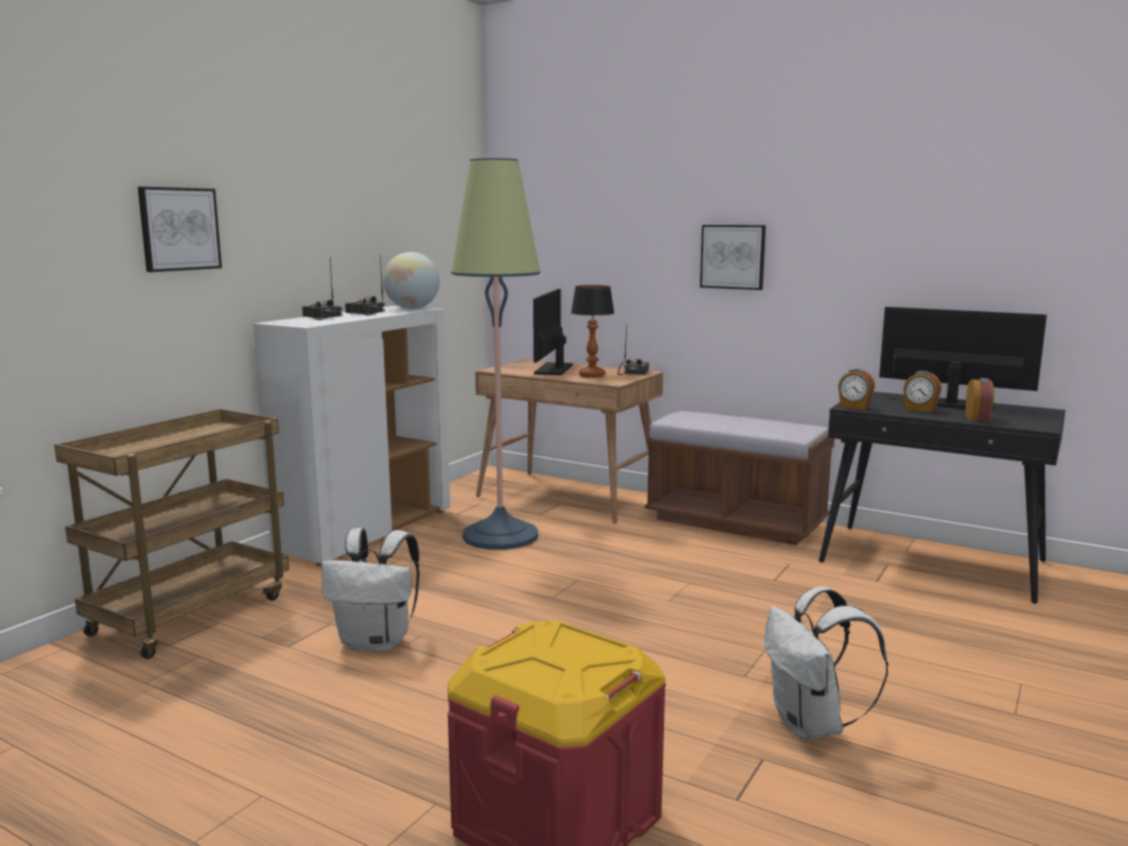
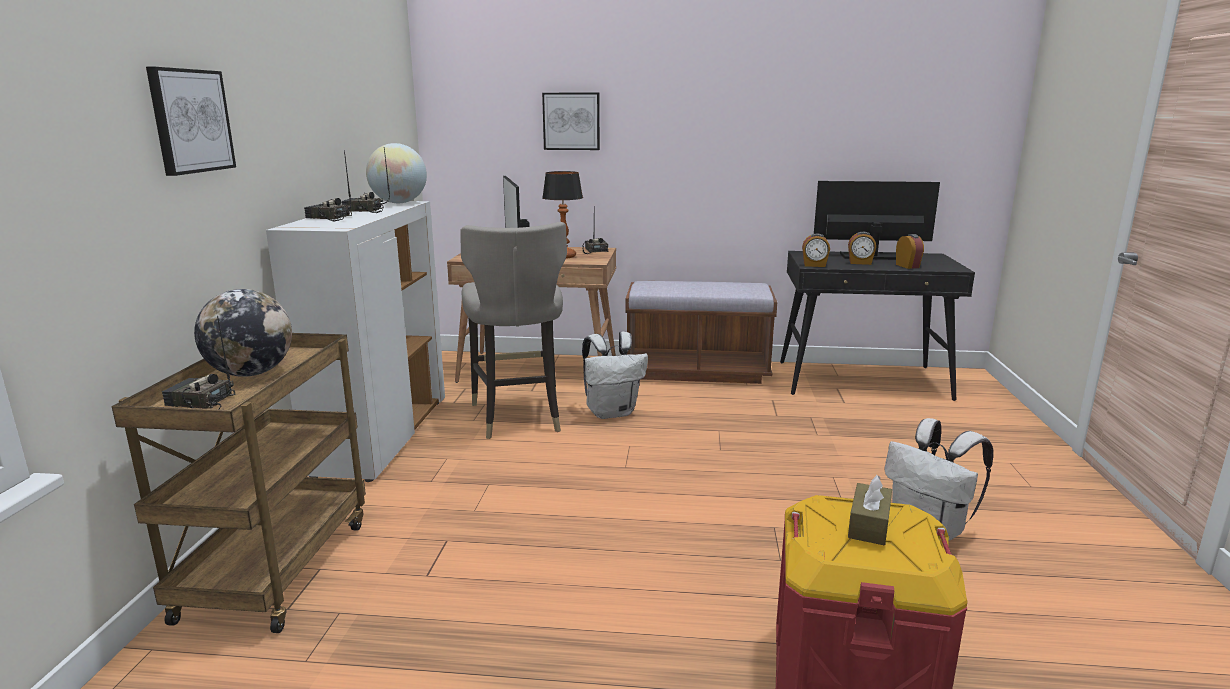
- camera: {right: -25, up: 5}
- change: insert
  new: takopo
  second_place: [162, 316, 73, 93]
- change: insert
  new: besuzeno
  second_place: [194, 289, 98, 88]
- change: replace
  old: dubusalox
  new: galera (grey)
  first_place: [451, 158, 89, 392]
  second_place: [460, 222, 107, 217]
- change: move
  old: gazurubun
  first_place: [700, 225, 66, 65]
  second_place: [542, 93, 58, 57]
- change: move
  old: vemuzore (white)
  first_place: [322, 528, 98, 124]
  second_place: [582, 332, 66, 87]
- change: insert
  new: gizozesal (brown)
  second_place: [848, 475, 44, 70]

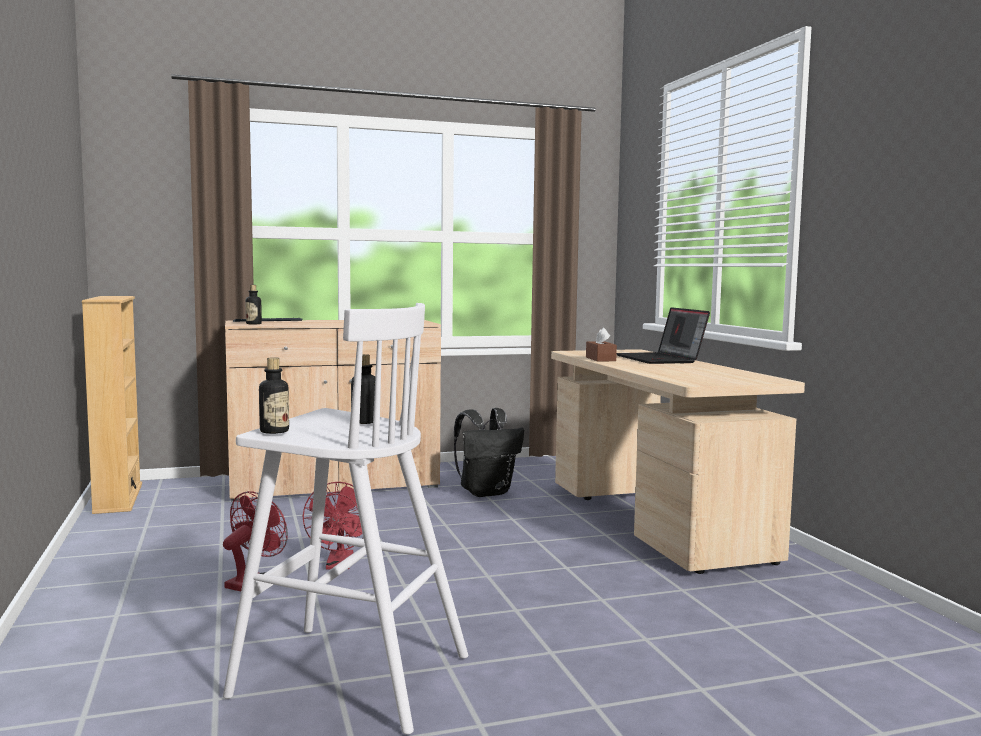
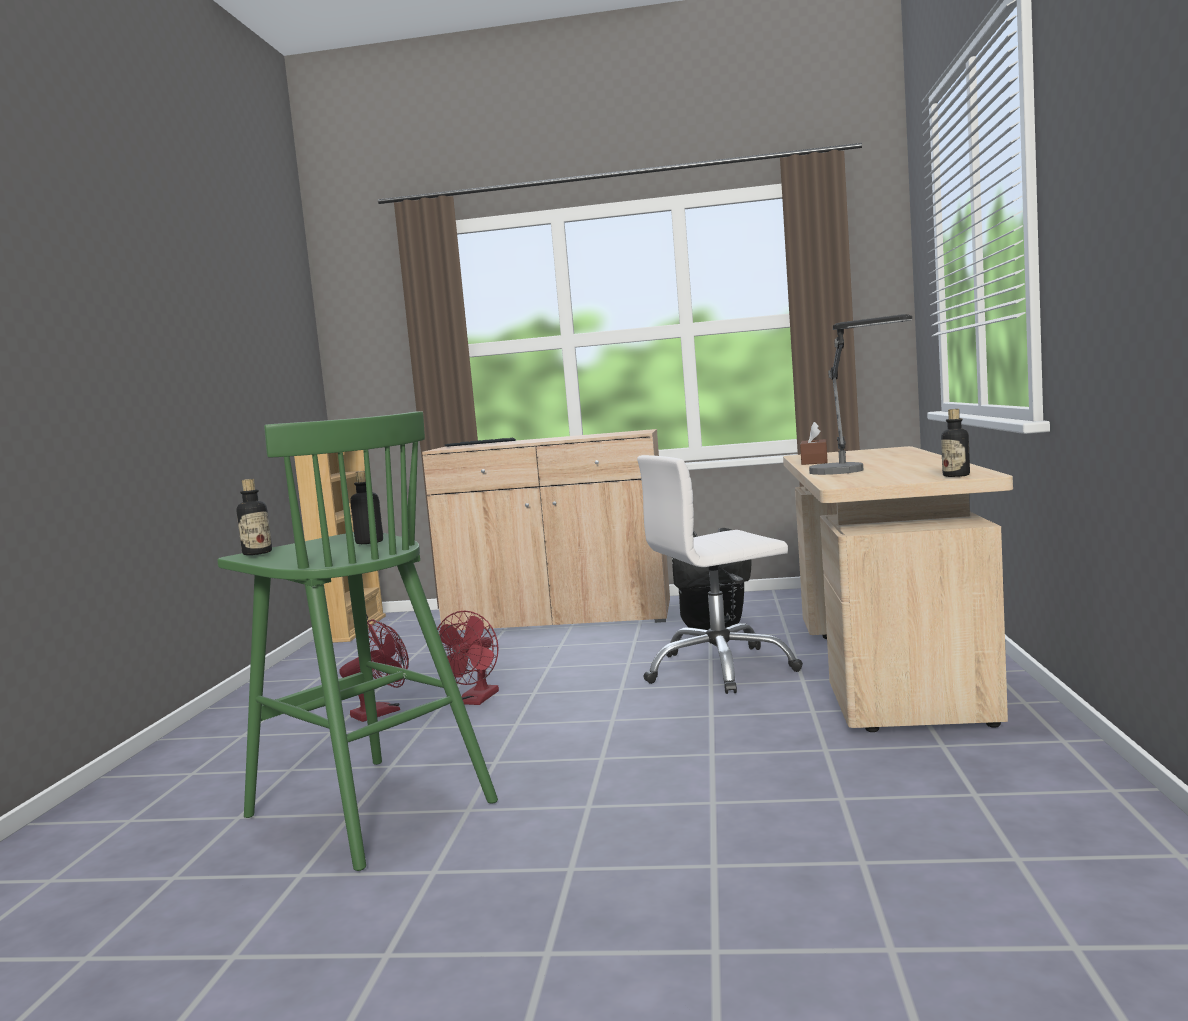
- camera: {right: 25, up: 0}
- change: recolor
  old: galera (white)
  new: galera (green)
  first_place: [223, 303, 245, 432]
  second_place: [217, 411, 281, 460]
- change: insert
  new: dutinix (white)
  second_place: [637, 455, 166, 239]
- change: insert
  new: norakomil
  second_place: [809, 314, 103, 161]
- change: move
  old: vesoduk
  first_place: [246, 285, 16, 39]
  second_place: [941, 409, 29, 68]
- change: delete
  old: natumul
  first_place: [617, 307, 93, 57]

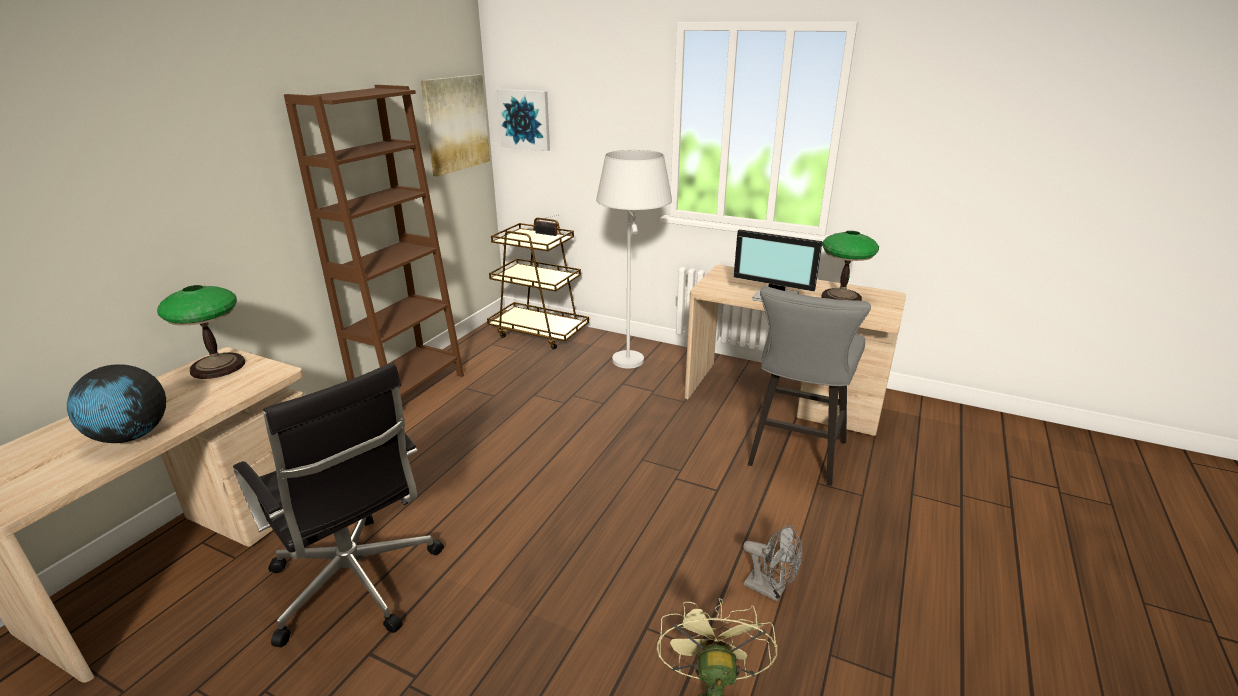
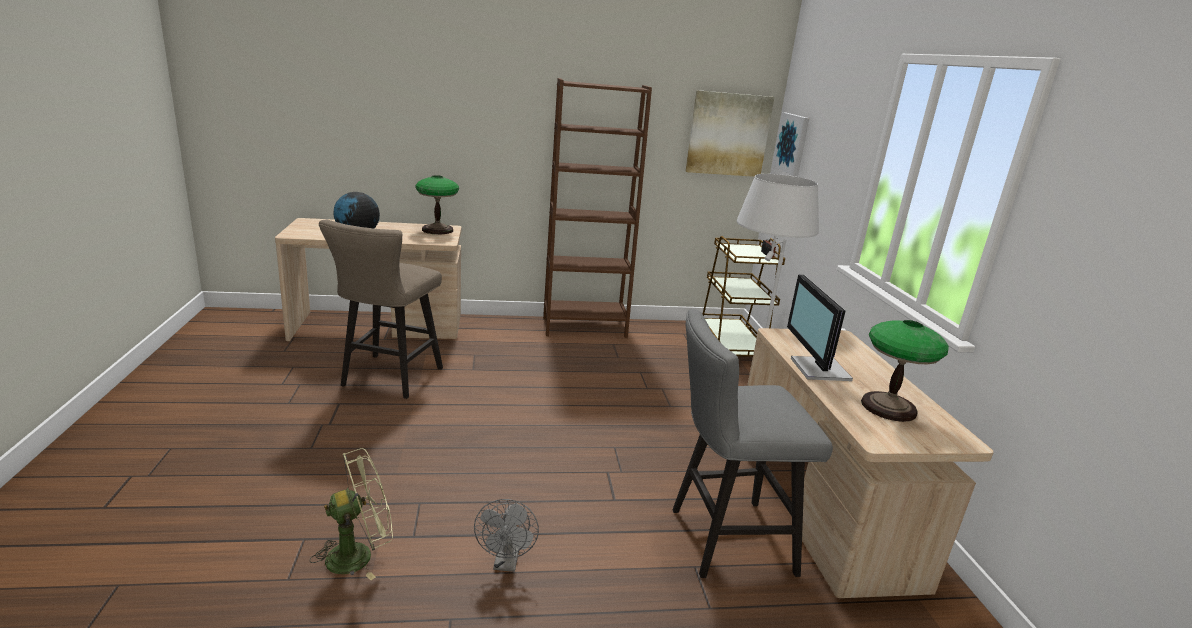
- camera: {right: 55, up: -5}
- change: replace
  old: dutinix (black)
  new: galera (beige)
  first_place: [233, 363, 211, 284]
  second_place: [319, 220, 124, 179]

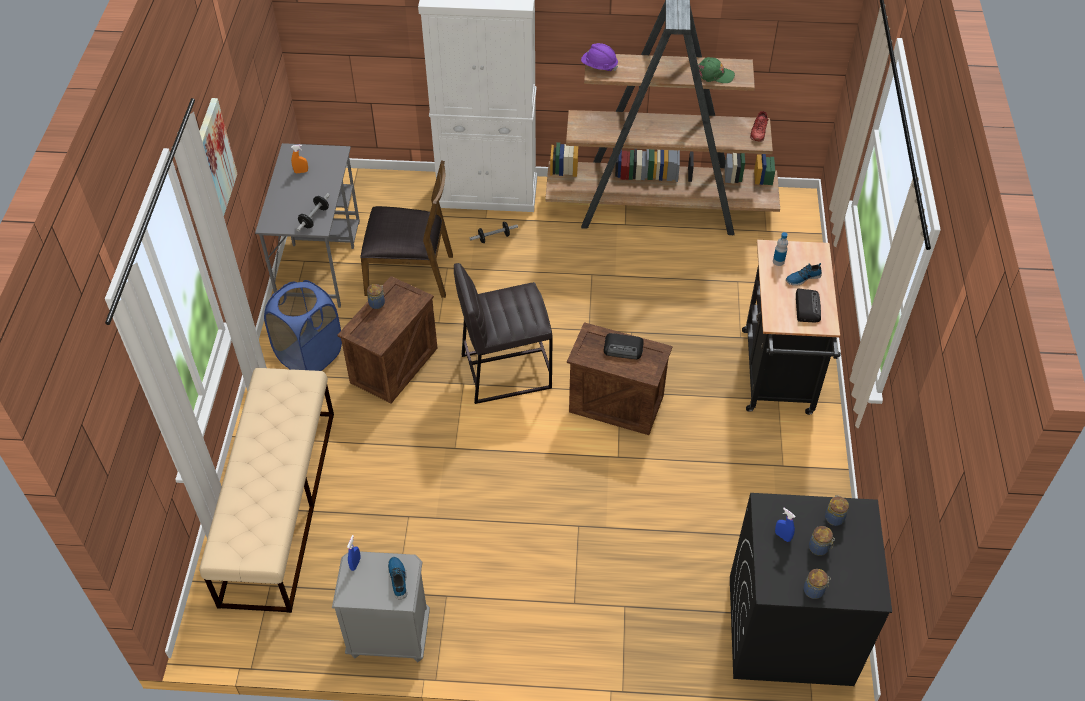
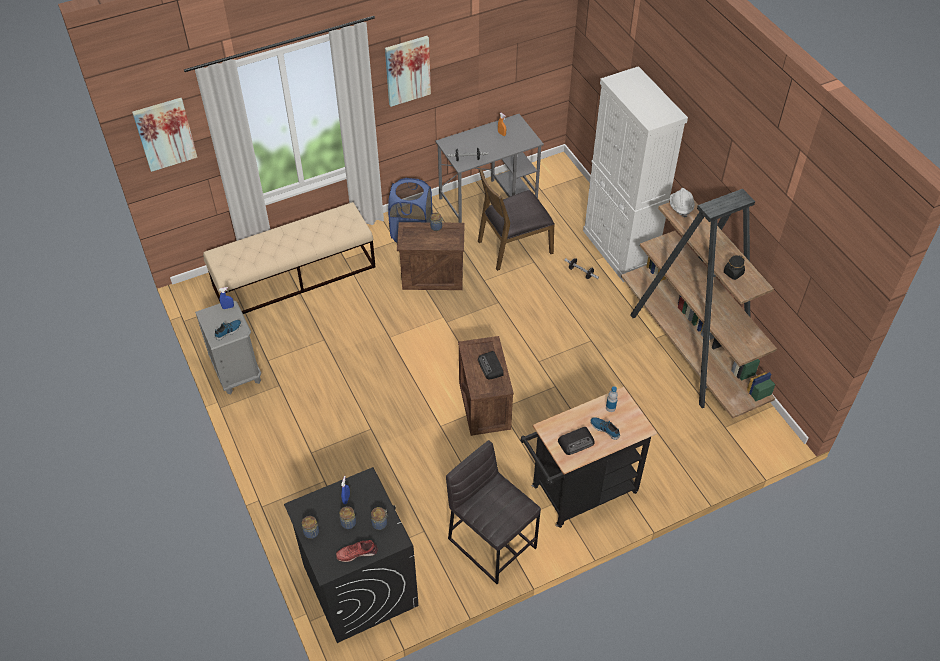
- camera: {right: 60, up: 0}
- change: insert
  new: gazurubun
  second_place: [132, 98, 65, 74]
- change: move
  old: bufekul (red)
  first_place: [750, 111, 19, 31]
  second_place: [336, 540, 42, 22]
- change: move
  old: galera (grey)
  first_place: [454, 263, 98, 141]
  second_place: [446, 440, 95, 144]
- change: rotate
  old: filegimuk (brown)
  first_place: [360, 160, 93, 138]
  second_place: [478, 168, 77, 103]
  degrees: 90
- change: recolor
  old: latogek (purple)
  new: latogek (white)
  first_place: [581, 43, 37, 28]
  second_place: [670, 188, 25, 30]
- change: replace
  old: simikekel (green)
  new: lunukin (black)
  first_place: [698, 57, 37, 26]
  second_place: [724, 255, 21, 25]

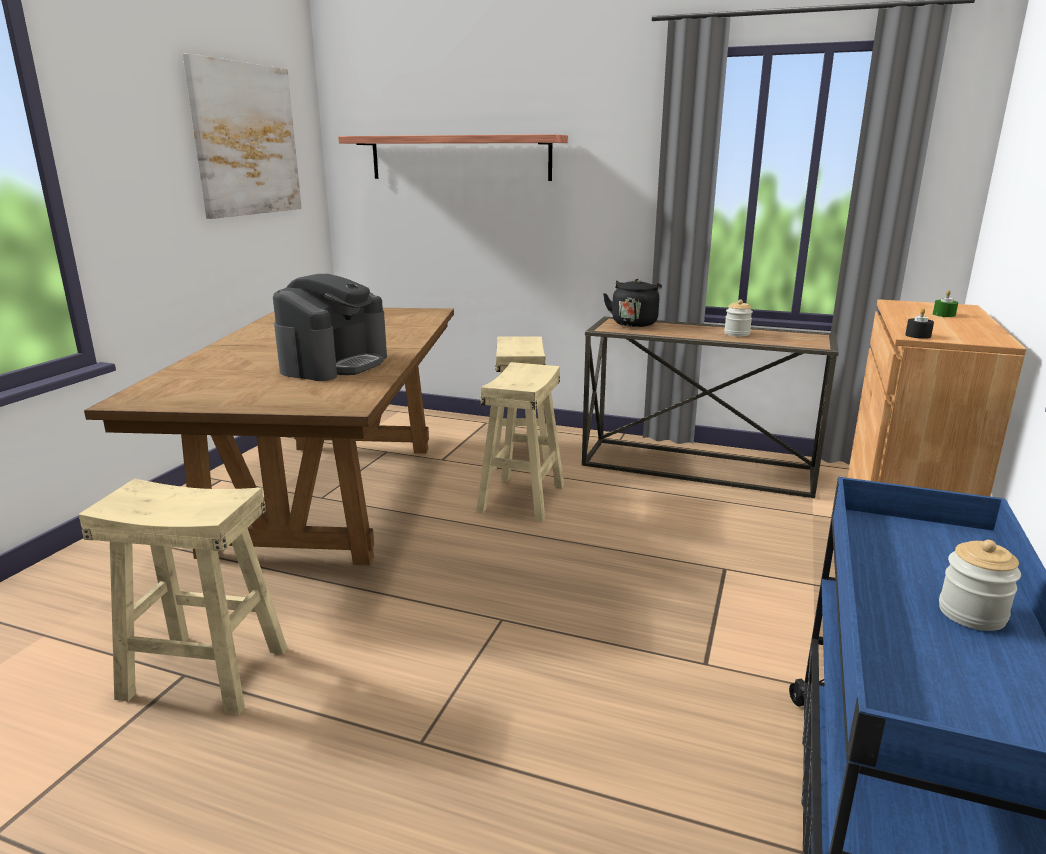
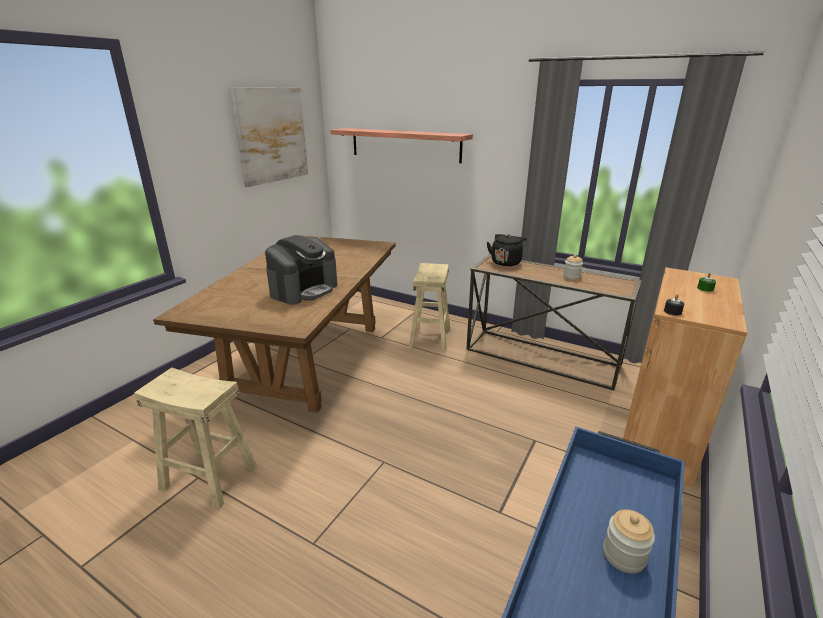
- camera: {right: 10, up: 5}
- change: delete
  old: galera (beige)
  first_place: [476, 362, 88, 160]

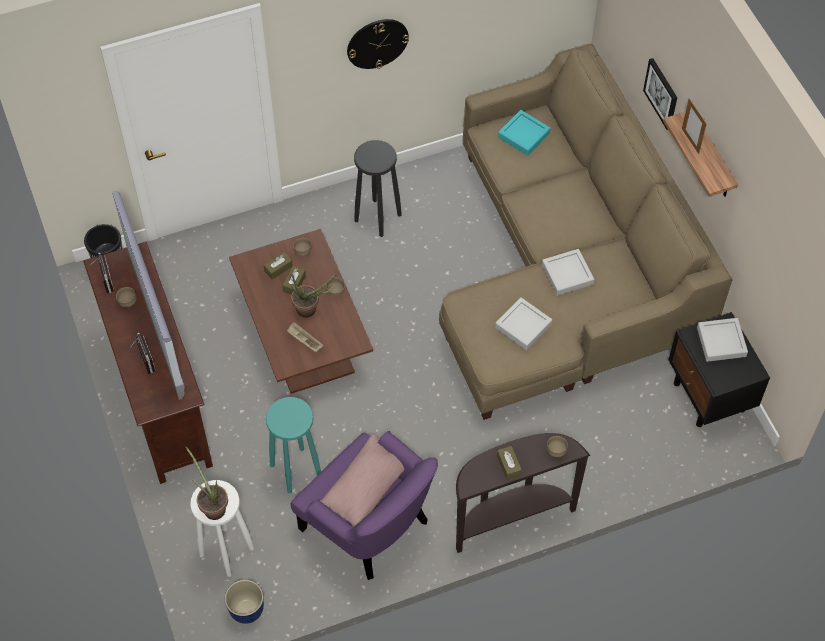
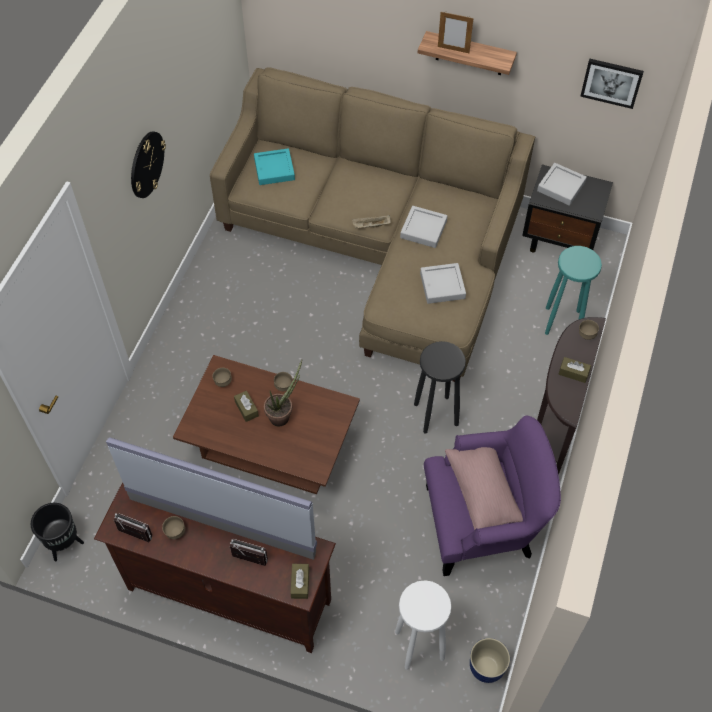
- camera: {right: -50, up: 0}
- change: move
  old: gizozesal (brown)
  first_place: [263, 252, 30, 28]
  second_place: [290, 564, 19, 35]
- change: move
  old: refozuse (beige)
  first_place: [287, 322, 37, 30]
  second_place: [352, 215, 39, 13]
- change: move
  old: galera (black)
  first_place: [354, 140, 48, 97]
  second_place: [414, 341, 52, 93]
- change: move
  old: galera (turquoise)
  first_place: [266, 397, 55, 96]
  second_place: [545, 246, 57, 89]
- change: move
  old: gazurubun
  first_place: [643, 58, 34, 72]
  second_place: [580, 59, 64, 50]
- change: delete
  old: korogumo
  first_place: [185, 446, 43, 74]

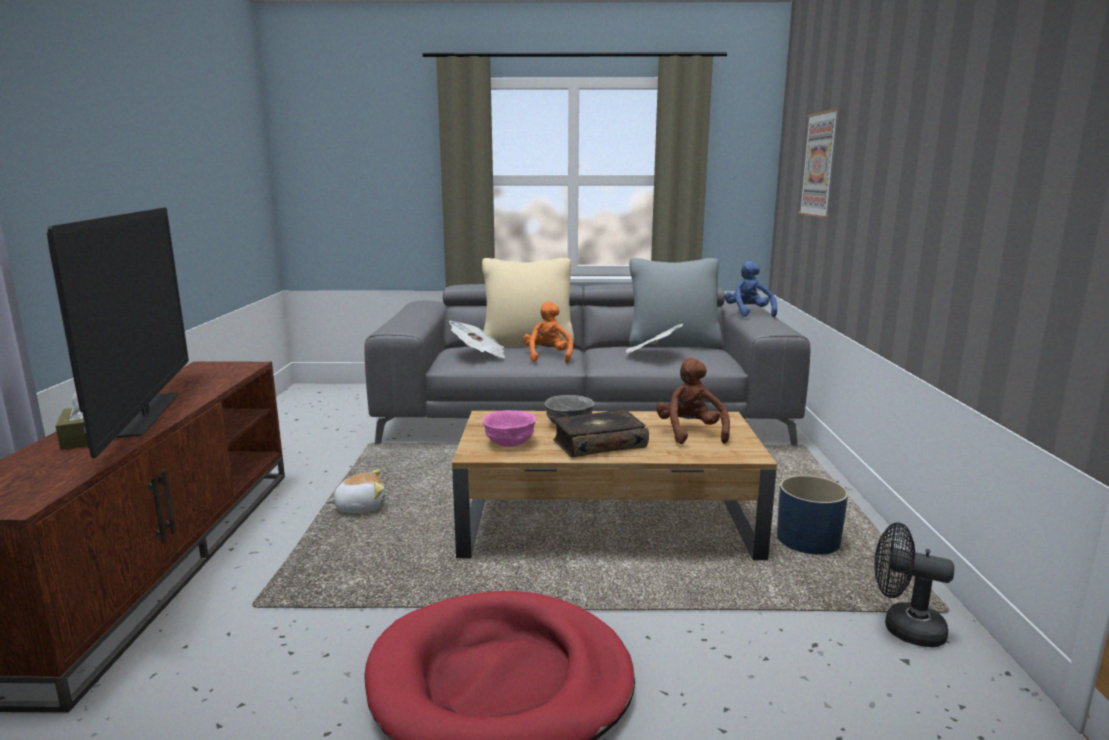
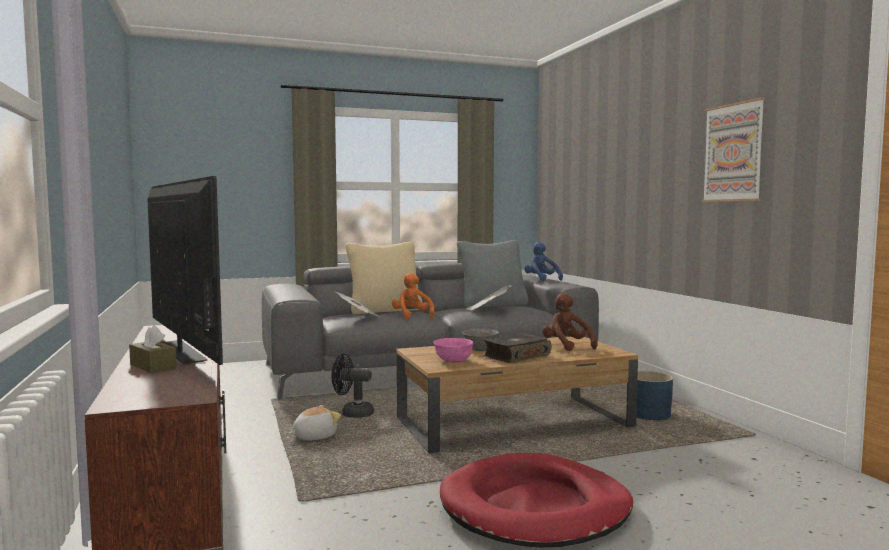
- camera: {right: -20, up: -10}
- change: move
  old: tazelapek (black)
  first_place: [874, 523, 81, 125]
  second_place: [332, 354, 42, 64]
- change: move
  old: gazurubun
  first_place: [798, 109, 42, 109]
  second_place: [702, 97, 63, 105]

